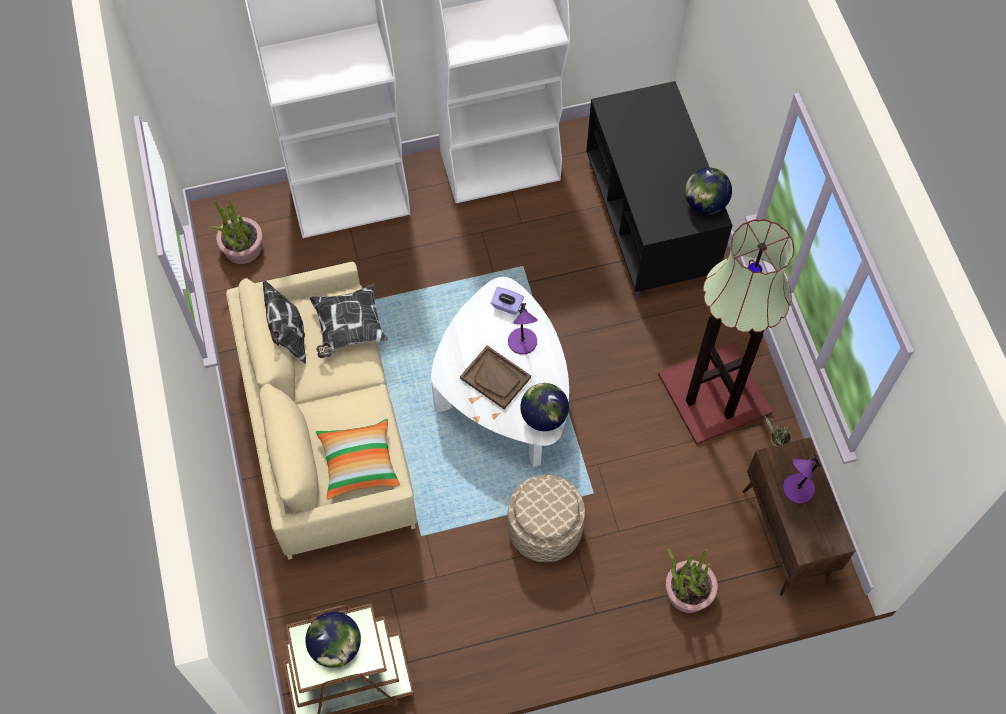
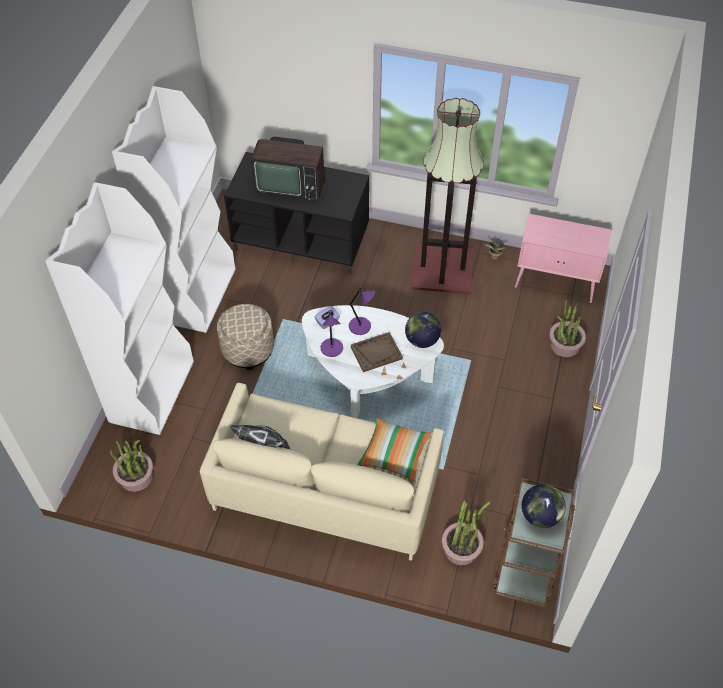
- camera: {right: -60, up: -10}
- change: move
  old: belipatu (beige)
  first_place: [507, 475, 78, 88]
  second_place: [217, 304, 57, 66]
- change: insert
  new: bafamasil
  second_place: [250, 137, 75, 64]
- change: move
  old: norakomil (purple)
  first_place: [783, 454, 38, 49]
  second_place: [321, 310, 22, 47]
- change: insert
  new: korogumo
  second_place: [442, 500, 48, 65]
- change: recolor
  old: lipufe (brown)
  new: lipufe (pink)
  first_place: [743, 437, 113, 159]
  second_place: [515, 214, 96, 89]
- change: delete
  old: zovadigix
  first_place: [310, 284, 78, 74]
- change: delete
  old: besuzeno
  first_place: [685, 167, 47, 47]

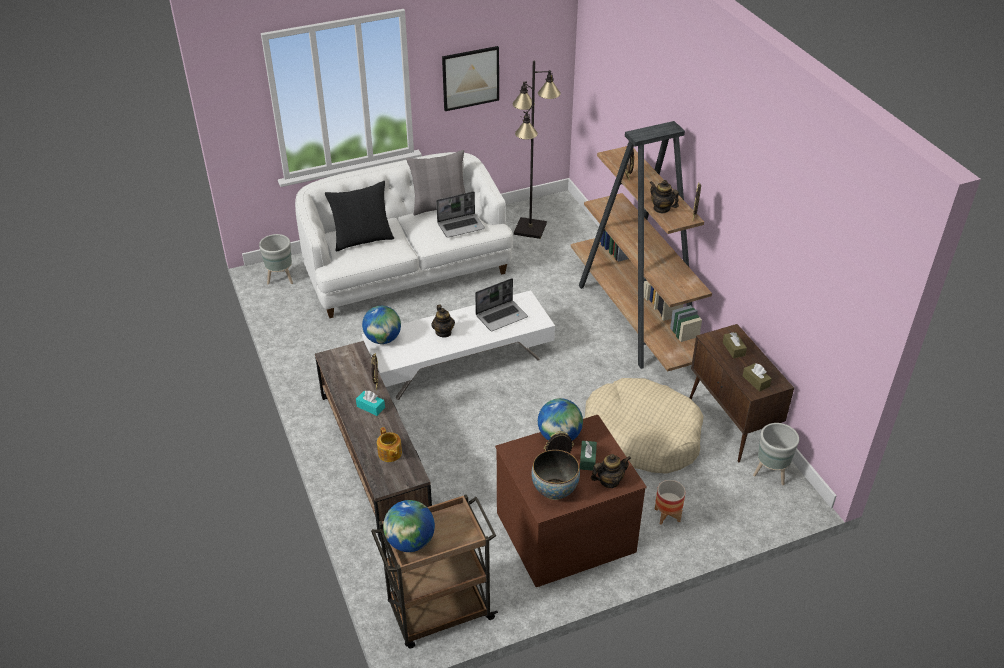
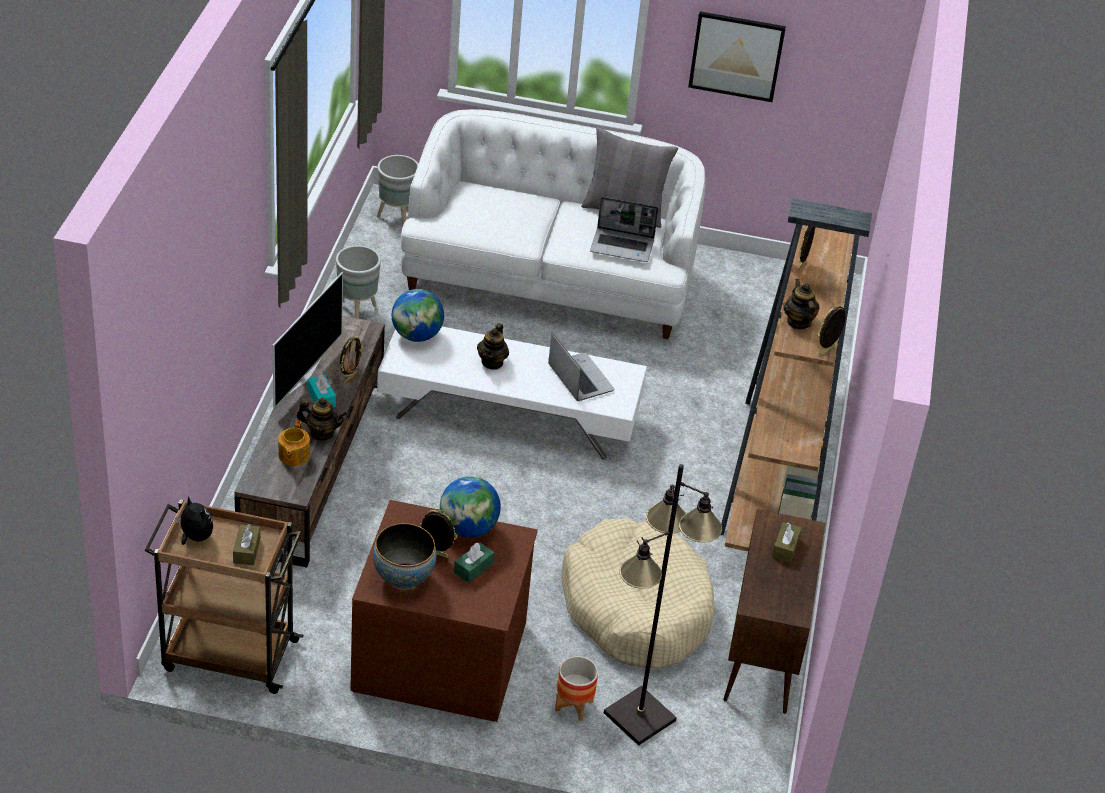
- camera: {right: 30, up: 0}
- change: replace
  old: besuzeno
  new: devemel
  first_place: [383, 500, 52, 52]
  second_place: [175, 497, 38, 48]
- change: move
  old: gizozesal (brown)
  first_place: [743, 363, 29, 29]
  second_place: [233, 524, 27, 41]
- change: insert
  new: bafamasil
  second_place: [272, 272, 71, 136]
- change: move
  old: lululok
  first_place: [591, 454, 40, 34]
  second_place: [297, 398, 50, 42]
- change: move
  old: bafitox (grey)
  first_place: [753, 423, 46, 62]
  second_place: [336, 245, 45, 74]
- change: rotate
  old: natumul
  first_place: [475, 278, 53, 53]
  second_place: [548, 332, 66, 69]
  degrees: -120
- change: move
  old: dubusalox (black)
  first_place: [513, 61, 48, 178]
  second_place: [604, 464, 118, 282]
- change: delete
  old: zovadigix (black)
  first_place: [325, 181, 69, 70]

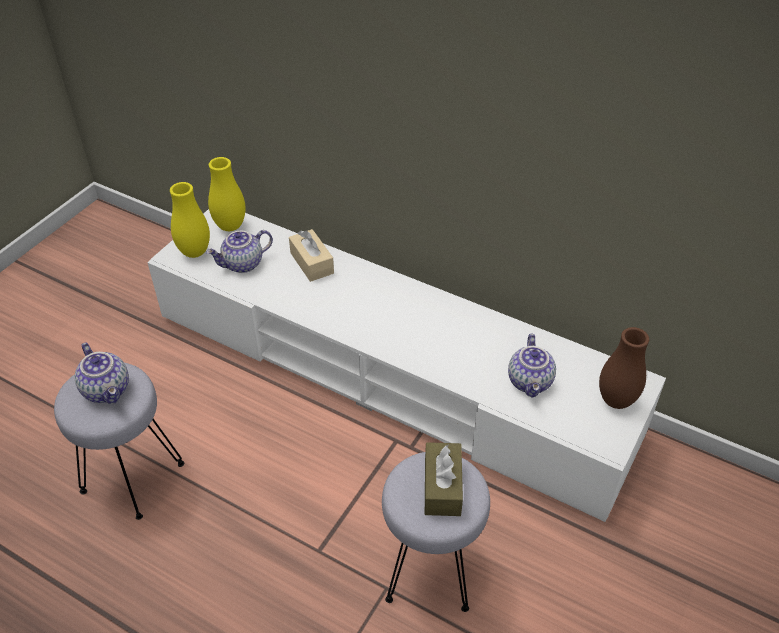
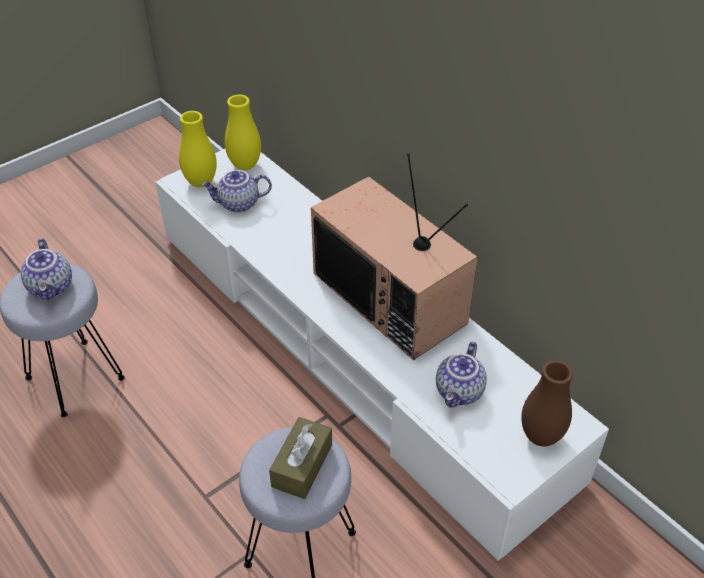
- camera: {right: 20, up: 0}
- change: insert
  new: bafamasil
  second_place: [311, 153, 166, 207]
- change: delete
  old: gizozesal (beige)
  first_place: [289, 229, 45, 53]

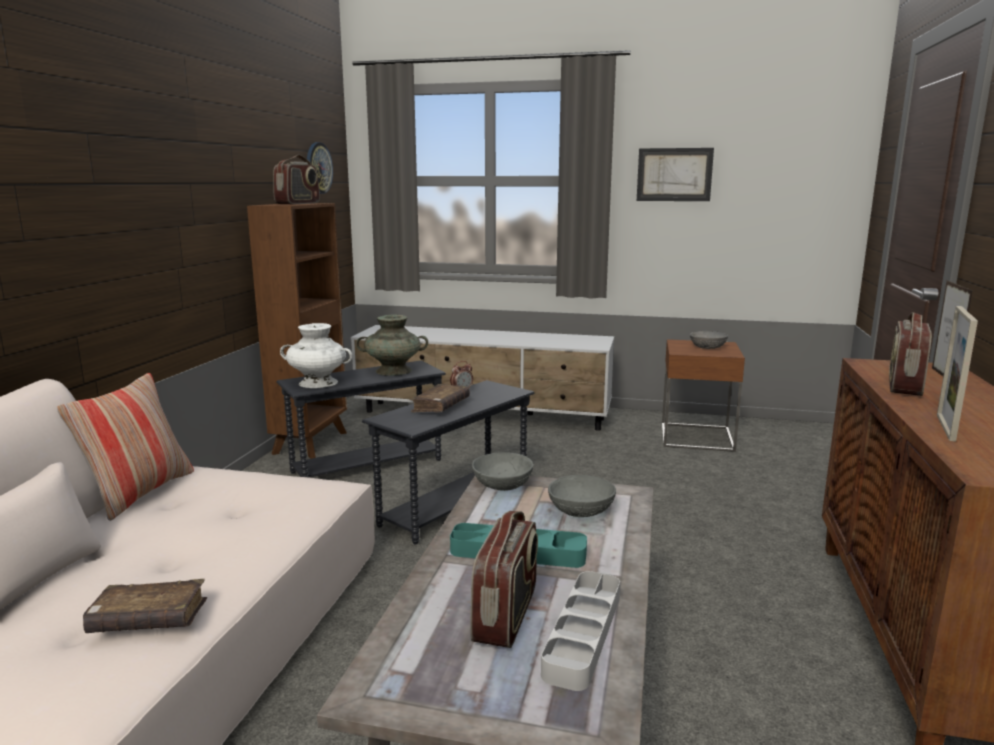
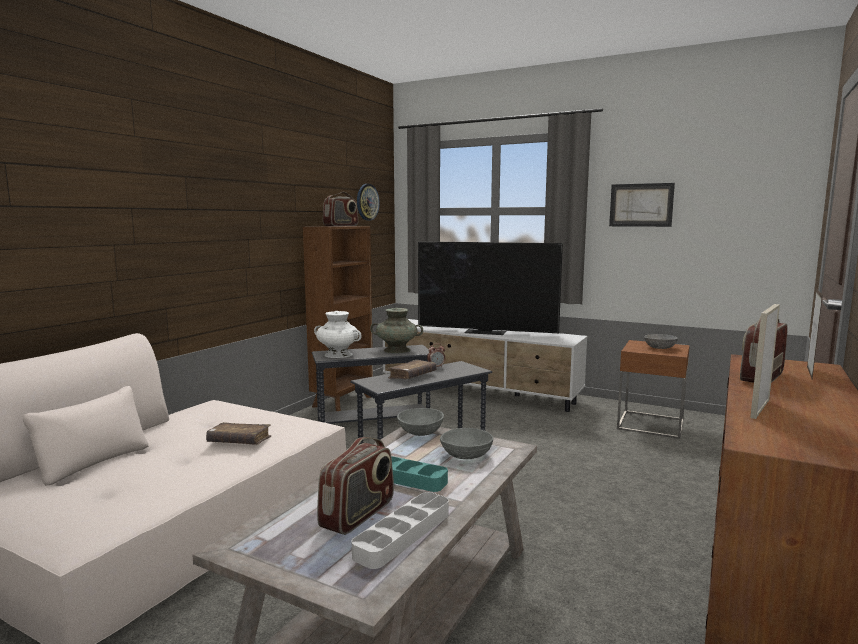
- camera: {right: 15, up: -5}
- change: move
  old: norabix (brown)
  first_place: [83, 579, 124, 54]
  second_place: [206, 422, 65, 23]
- change: insert
  new: bafamasil
  second_place: [418, 241, 145, 94]
- change: delete
  old: zovadigix
  first_place: [57, 373, 137, 148]

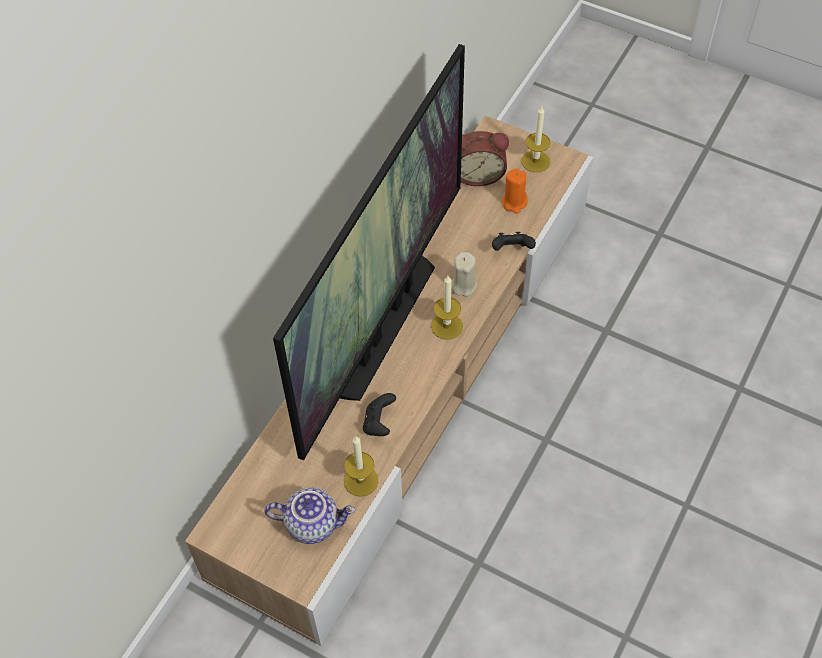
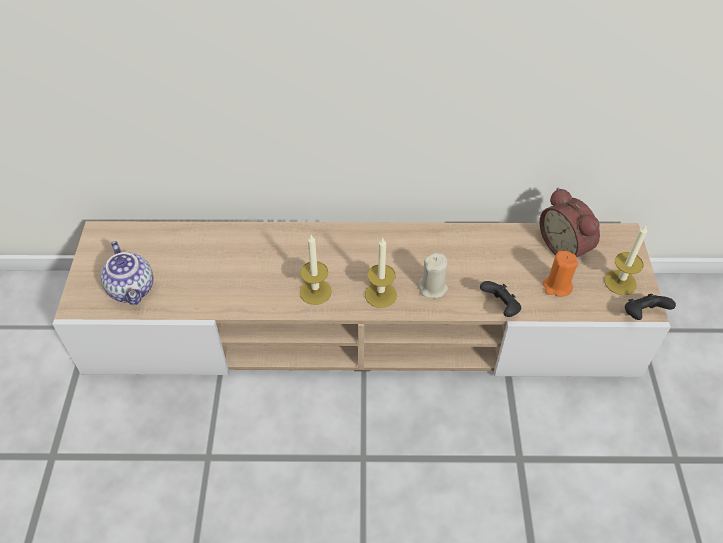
- camera: {right: 60, up: -5}
- change: move
  old: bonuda
  first_place: [344, 436, 34, 61]
  second_place: [300, 235, 32, 70]
- change: move
  old: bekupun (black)
  first_place: [363, 393, 33, 43]
  second_place: [625, 294, 51, 26]
- change: delete
  old: bafamasil
  first_place: [273, 44, 192, 416]

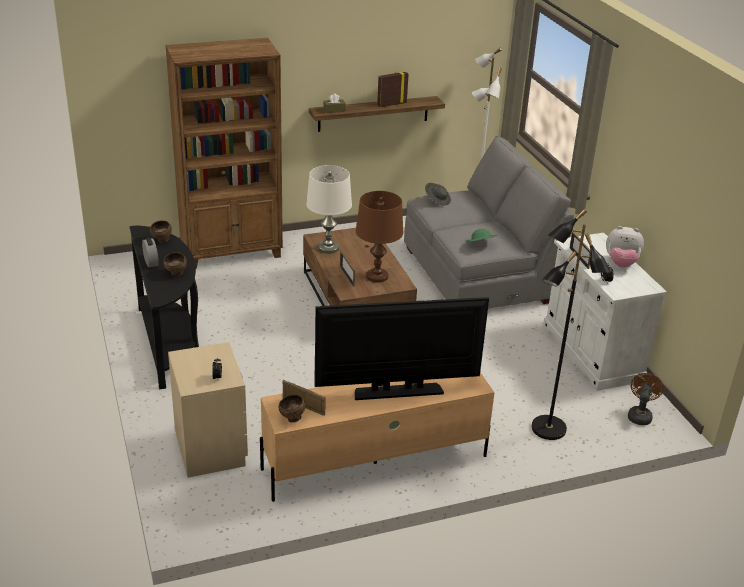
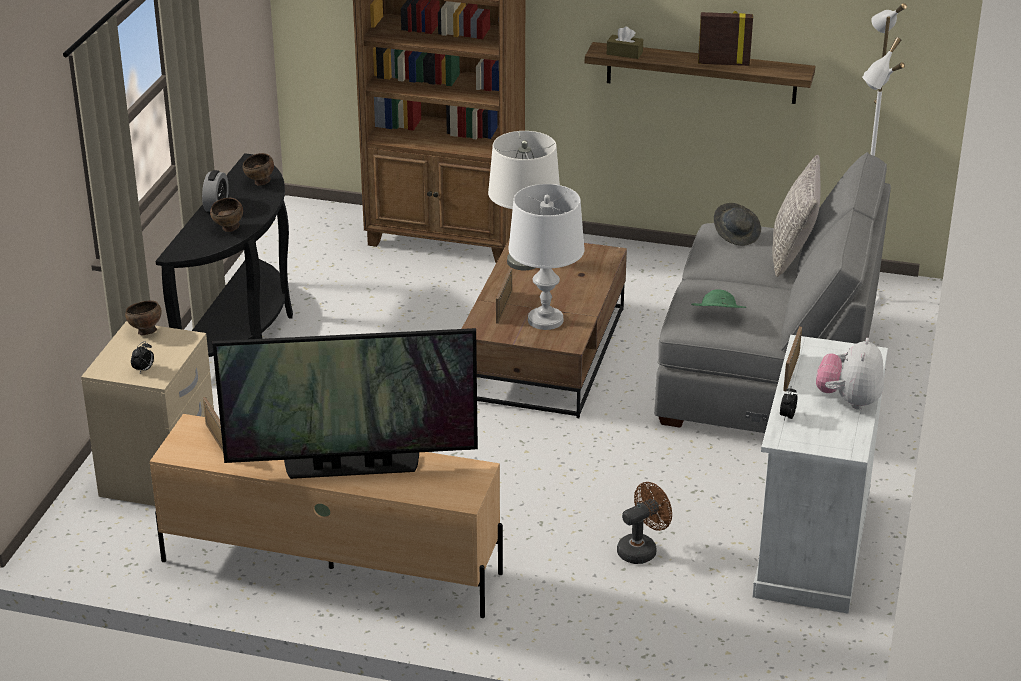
- camera: {right: 35, up: 0}
- change: move
  old: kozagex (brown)
  first_place: [279, 394, 26, 29]
  second_place: [125, 301, 37, 34]
- change: rotate
  old: bafamasil
  first_place: [315, 297, 174, 103]
  second_place: [212, 328, 266, 151]
  degrees: 150
- change: recolor
  old: norakomil (brown)
  new: norakomil (white)
  first_place: [356, 191, 47, 92]
  second_place: [508, 184, 76, 146]
- change: move
  old: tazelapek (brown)
  first_place: [628, 373, 36, 52]
  second_place: [617, 482, 55, 82]
- change: insert
  new: zovadigix (grey)
  second_place: [772, 155, 49, 122]
- change: rotate
  old: devemel
  first_place: [606, 226, 38, 42]
  second_place: [816, 338, 68, 72]
  degrees: 60
- change: delete
  old: dubusalox (black)
  first_place: [531, 209, 79, 231]

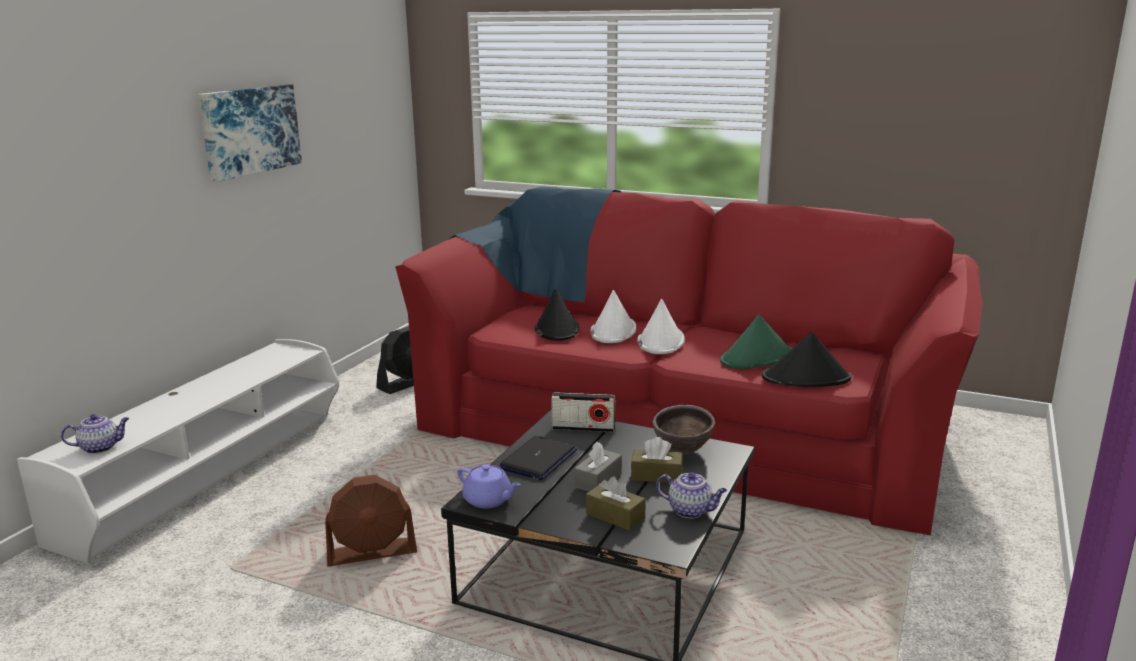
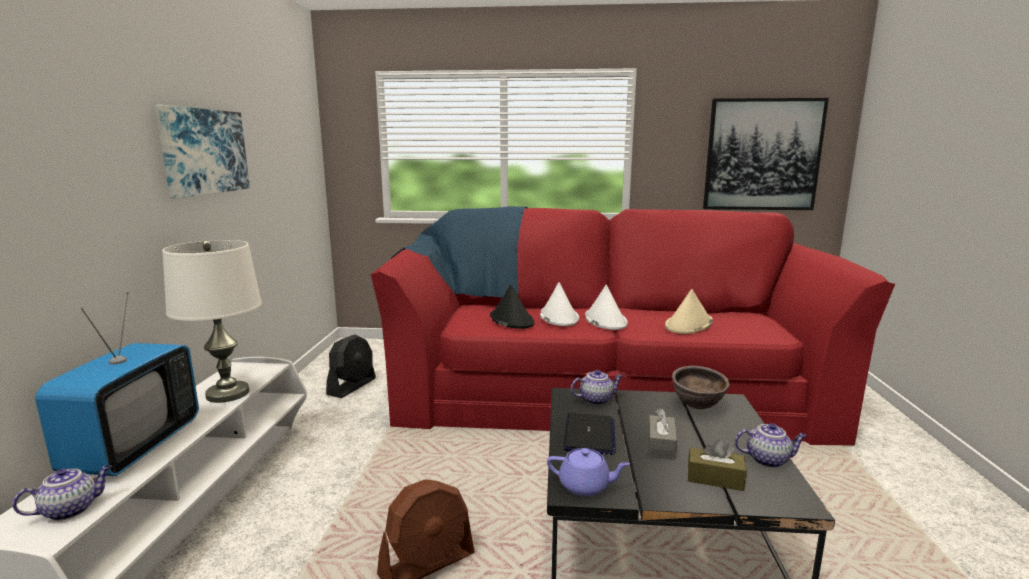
- camera: {right: -20, up: -5}
- change: insert
  new: bafamasil
  second_place: [35, 292, 164, 184]
- change: insert
  new: norakomil (white)
  second_place: [162, 240, 100, 163]
- change: replace
  old: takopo
  new: lululok
  first_place: [551, 392, 64, 40]
  second_place: [571, 370, 52, 35]
- change: recolor
  old: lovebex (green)
  new: lovebex (beige)
  first_place: [720, 314, 72, 55]
  second_place: [665, 289, 48, 45]
- change: insert
  new: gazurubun
  second_place: [703, 98, 126, 112]
- change: delete
  old: gizozesal (brown)
  first_place: [631, 437, 52, 46]
- change: delete
  old: lovebex (black)
  first_place: [762, 332, 89, 55]

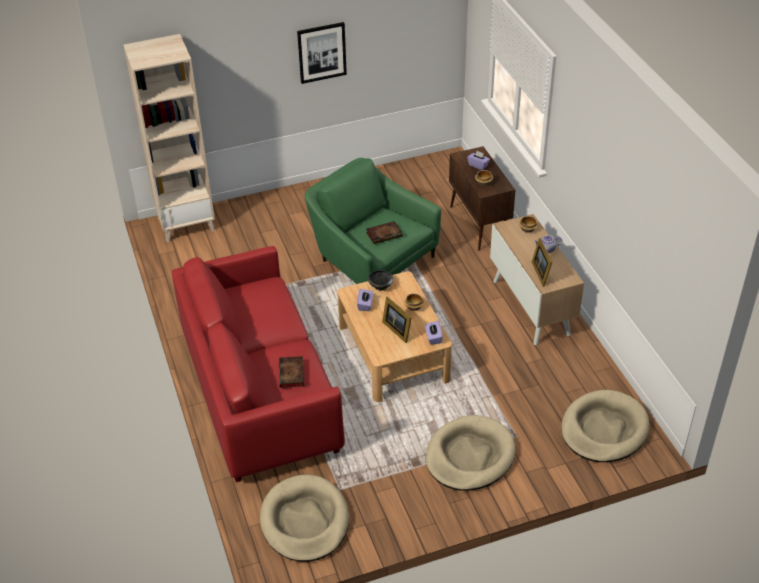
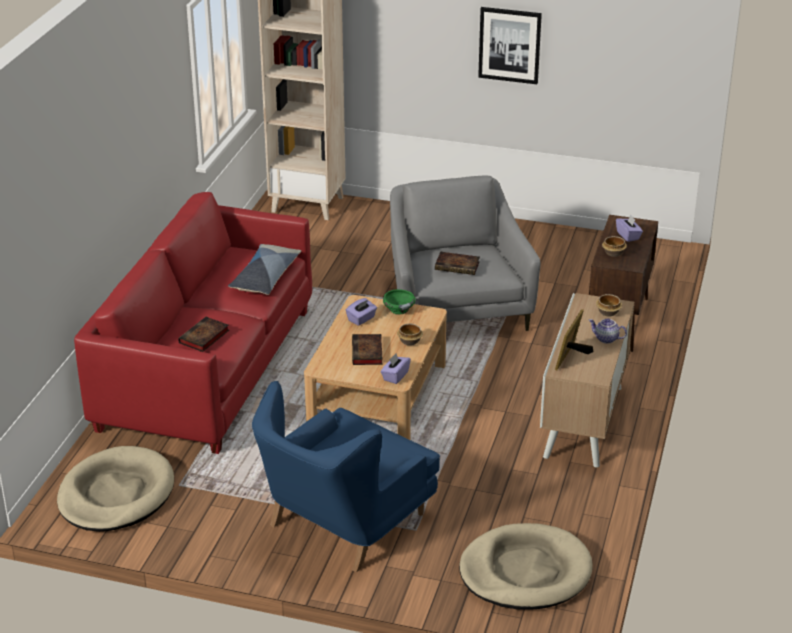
- camera: {right: 35, up: -10}
- change: insert
  new: zovadigix
  second_place: [228, 244, 73, 51]
- change: replace
  old: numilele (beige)
  new: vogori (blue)
  first_place: [425, 415, 91, 76]
  second_place: [252, 381, 188, 191]
- change: replace
  old: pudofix
  new: norabix
  first_place: [382, 296, 30, 47]
  second_place: [352, 334, 30, 31]
- change: recolor
  old: kozagex (black)
  new: kozagex (green)
  first_place: [368, 270, 25, 21]
  second_place: [383, 289, 33, 26]
- change: recolor
  old: vogori (green)
  new: vogori (grey)
  first_place: [304, 158, 137, 126]
  second_place: [390, 175, 151, 156]

